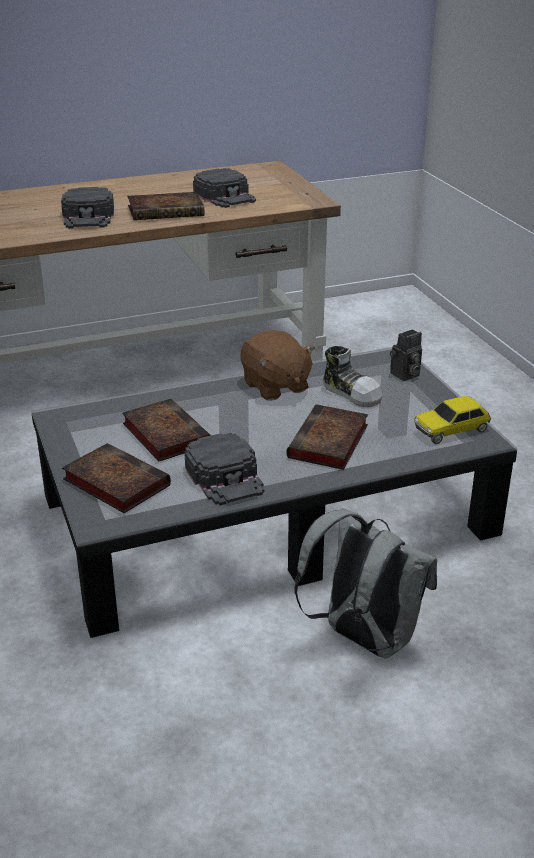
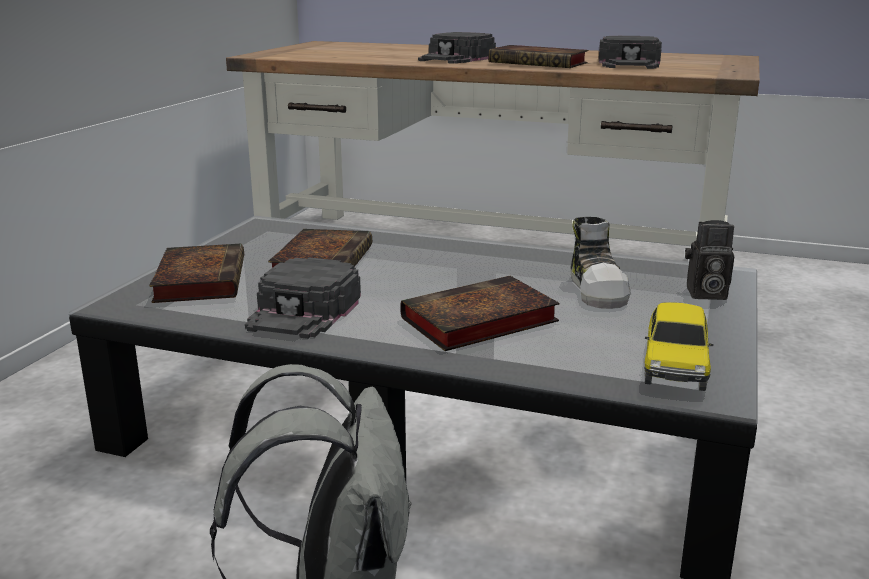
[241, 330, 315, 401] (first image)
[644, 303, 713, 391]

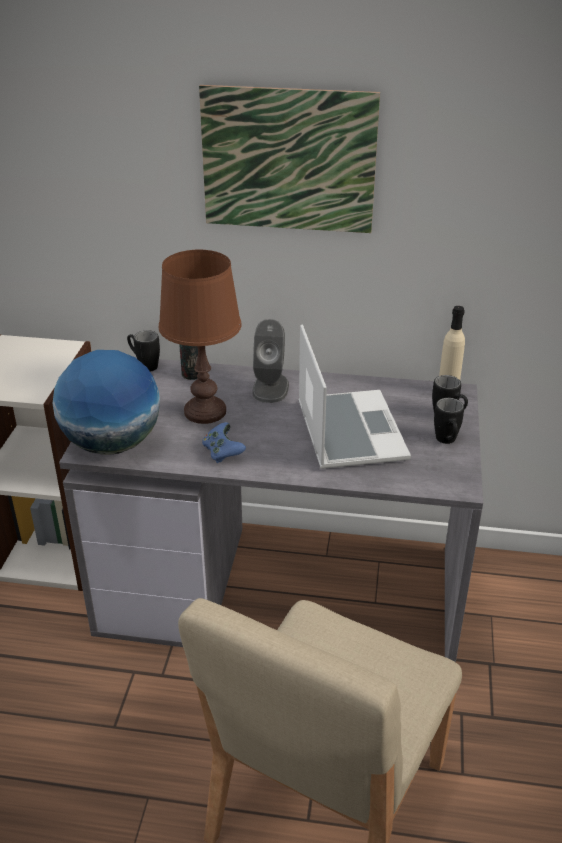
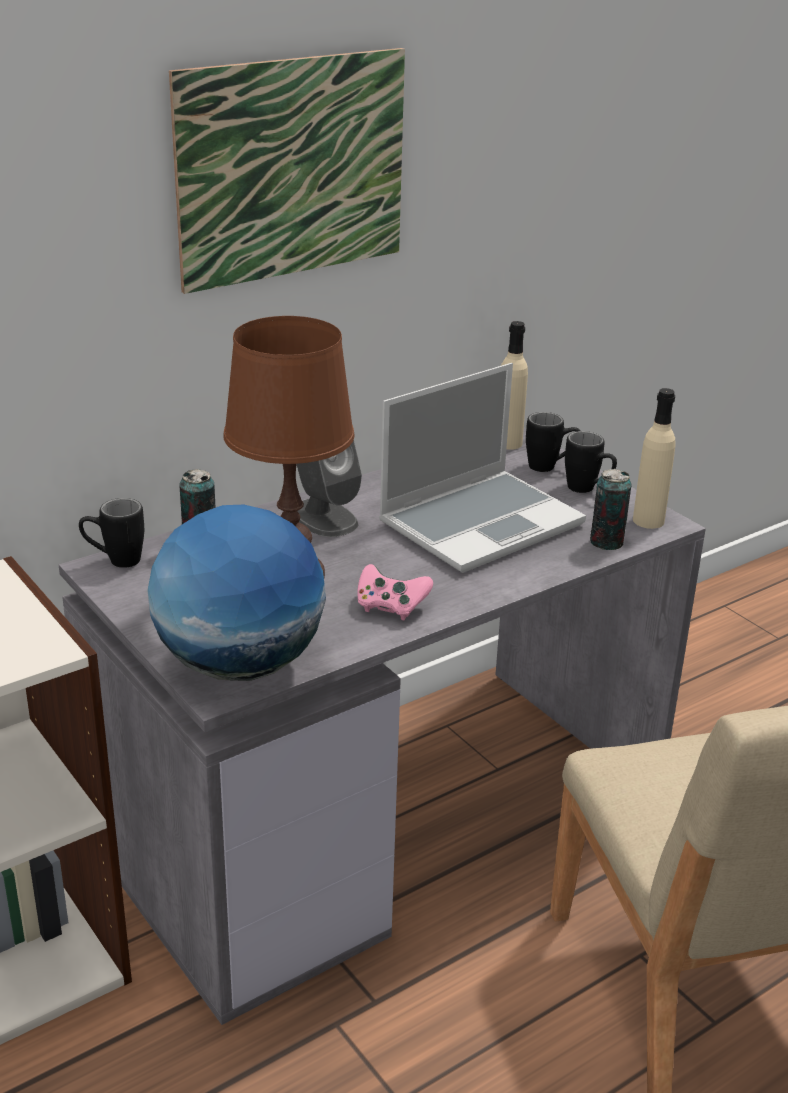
[590, 469, 632, 550]
[633, 388, 675, 529]
[358, 564, 433, 621]
[379, 363, 586, 573]

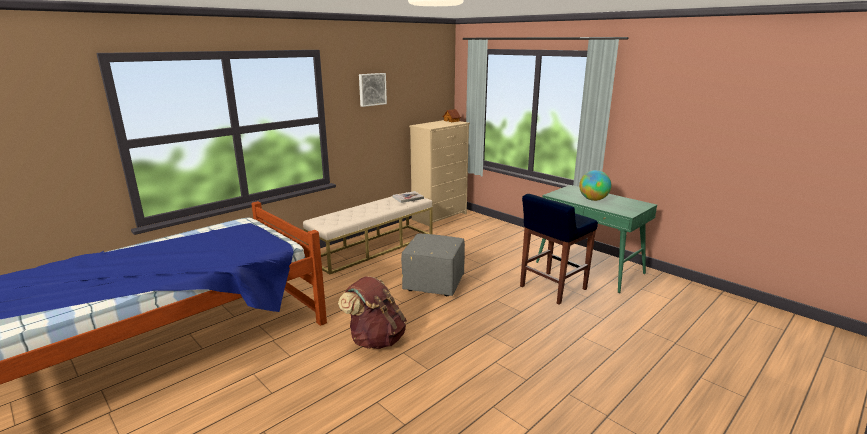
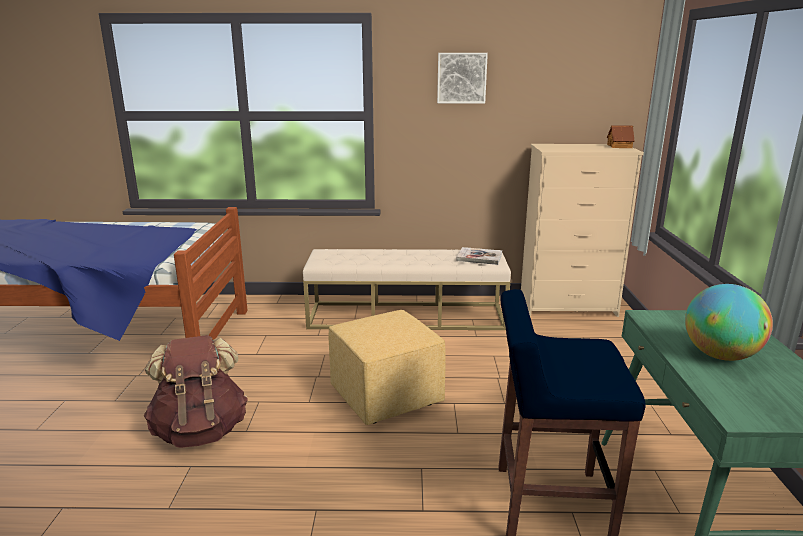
[328, 310, 446, 425]

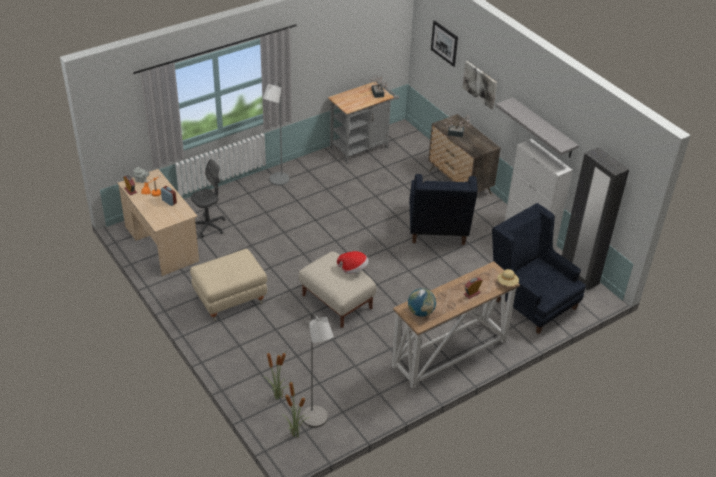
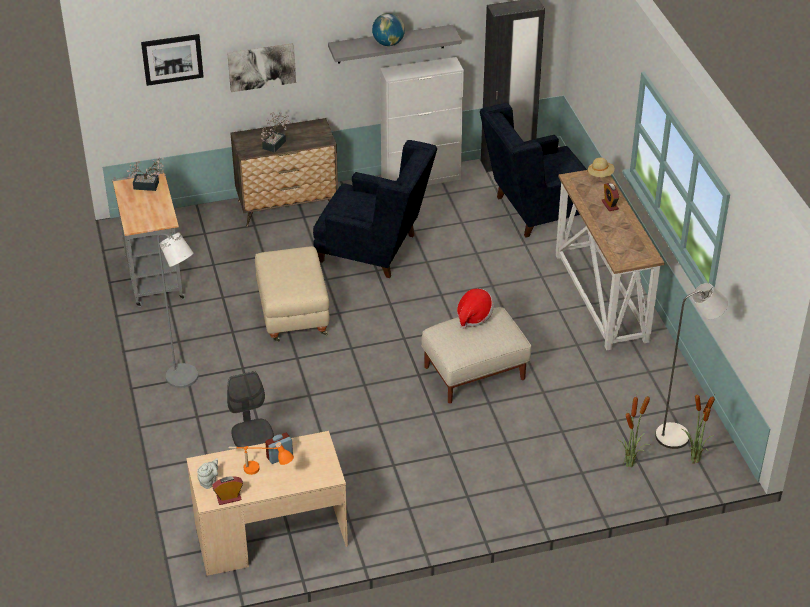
[255, 246, 329, 342]
[372, 13, 405, 46]

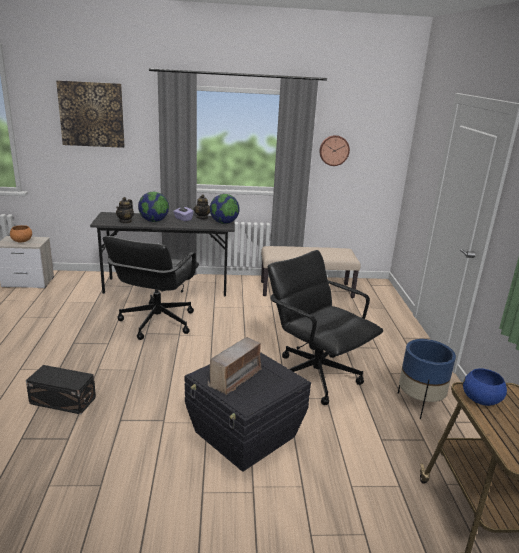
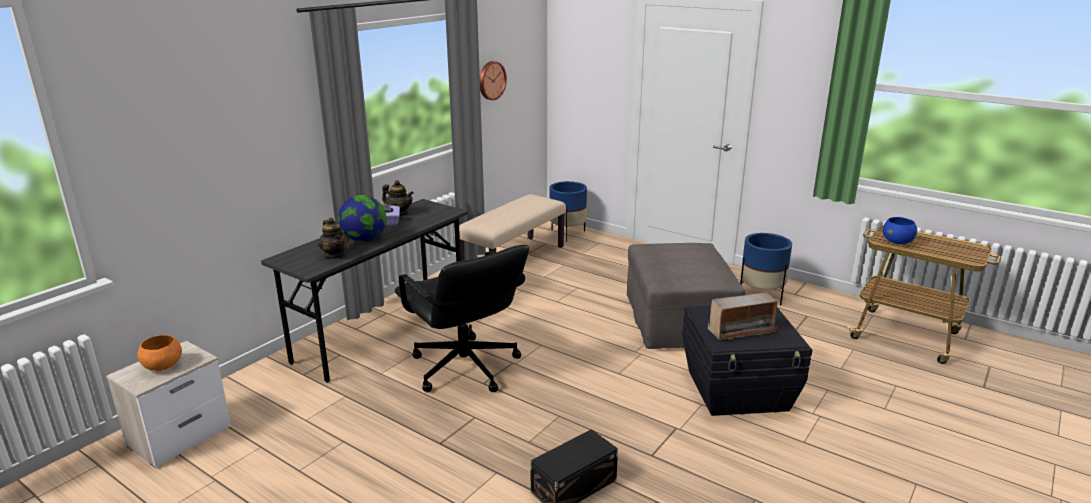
[56, 80, 125, 148] (first image)
[210, 194, 240, 224] (first image)
[549, 181, 587, 242]
[627, 243, 745, 349]
[707, 293, 777, 340]

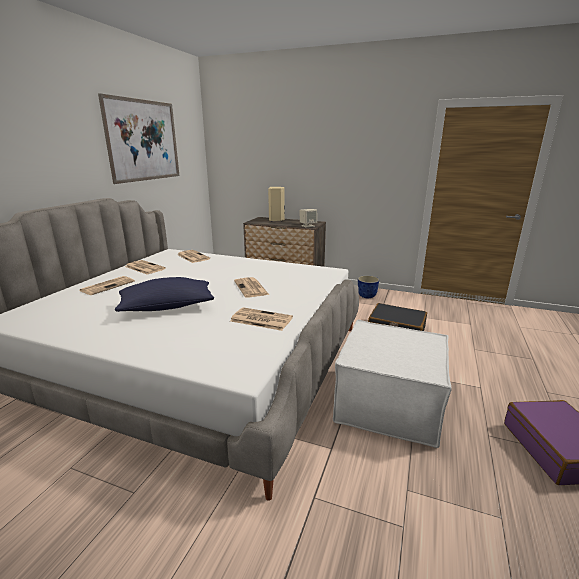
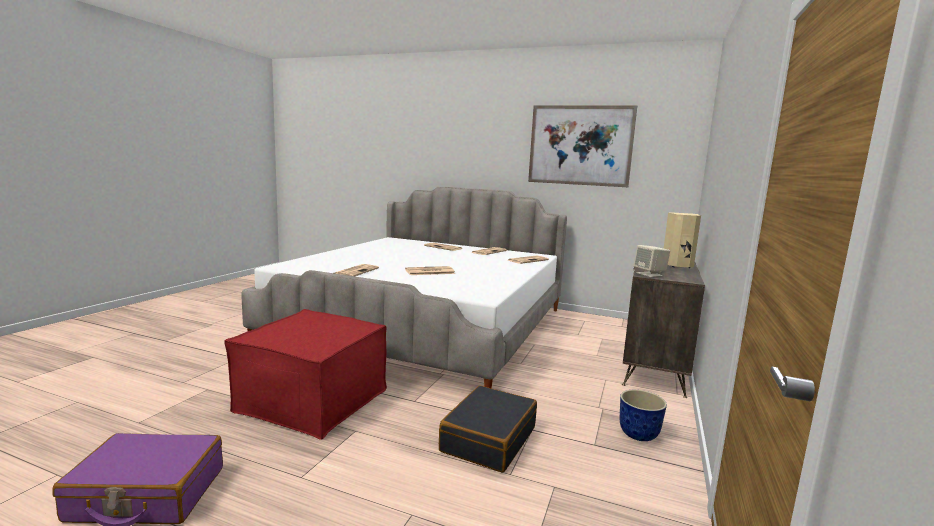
[115, 277, 214, 312] (first image)
[224, 309, 387, 440]

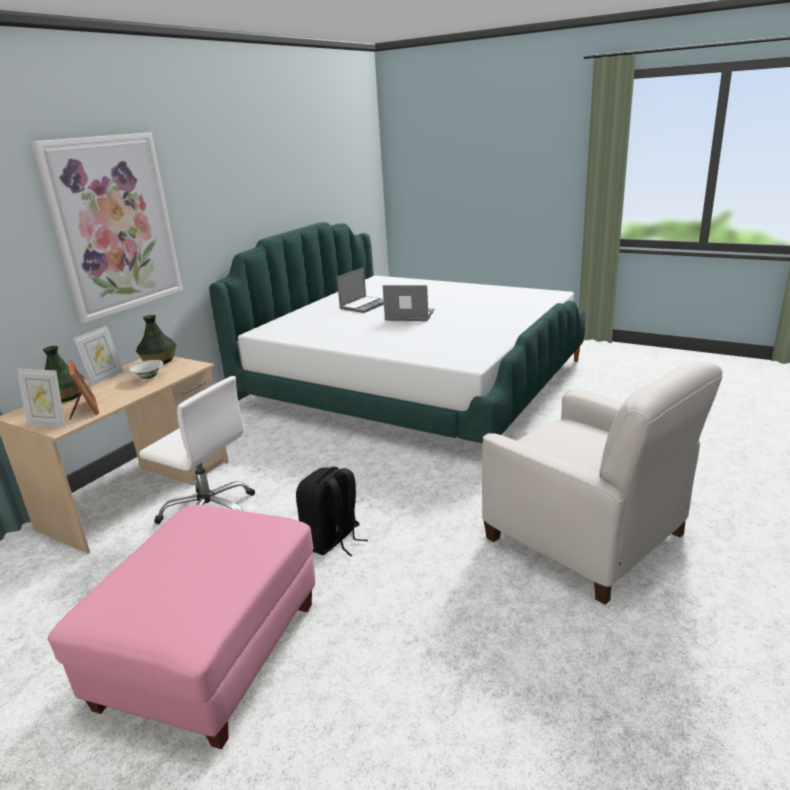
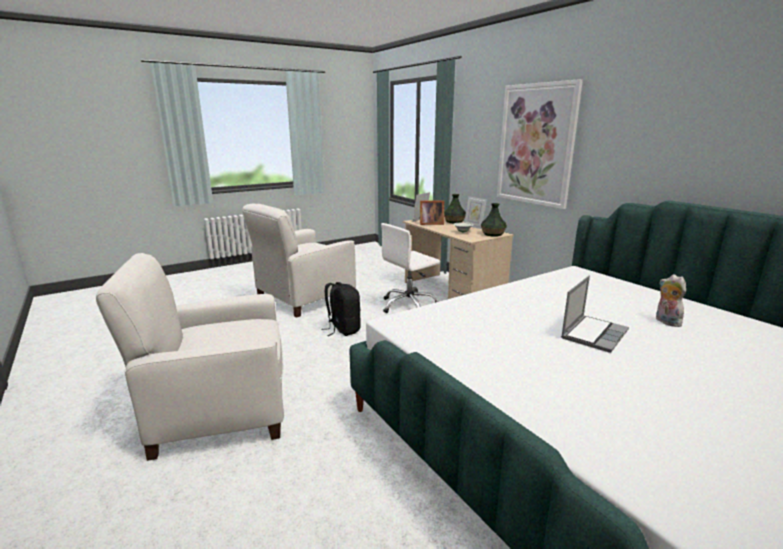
[242, 204, 356, 318]
[656, 274, 686, 327]

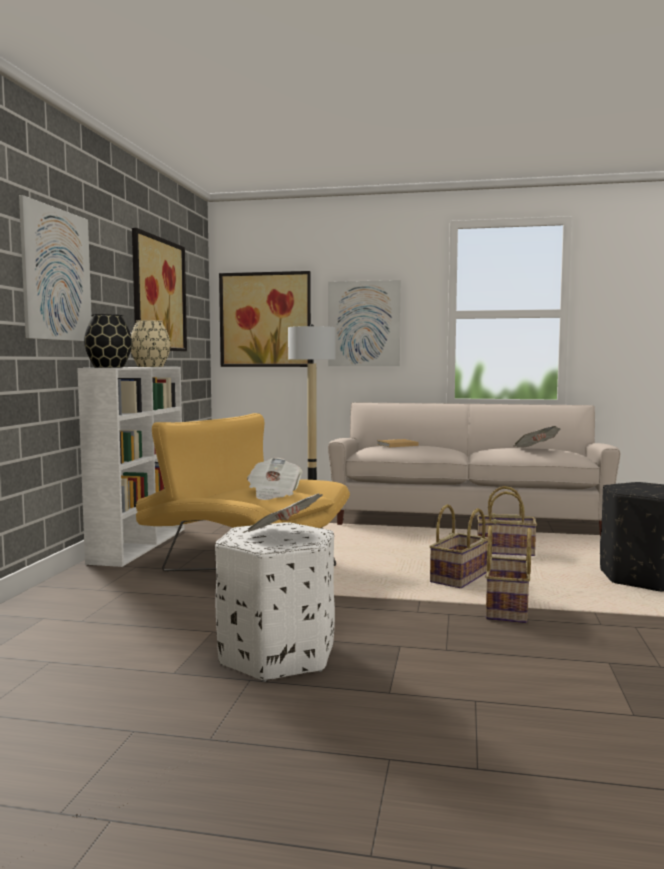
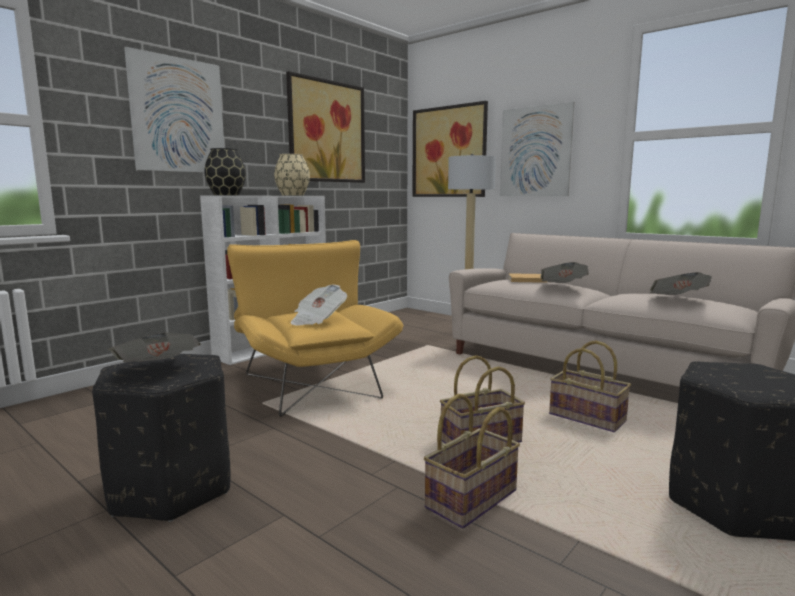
[541, 262, 589, 283]
[92, 354, 230, 522]

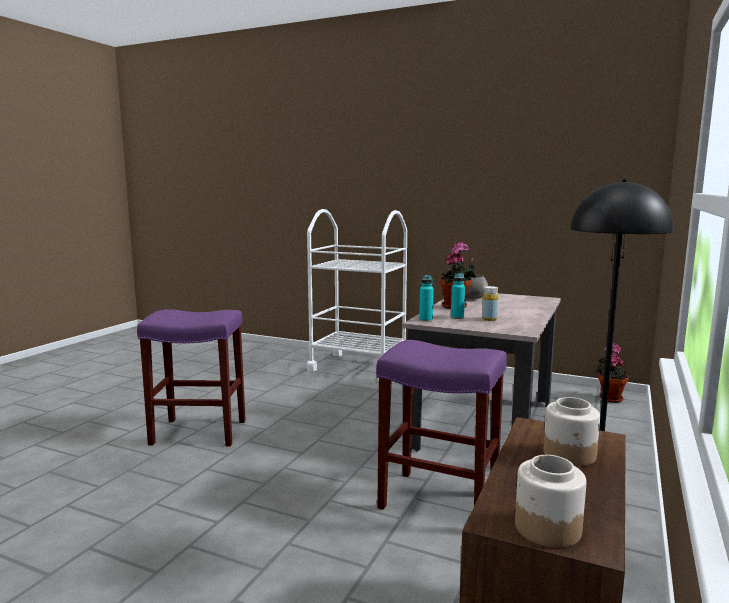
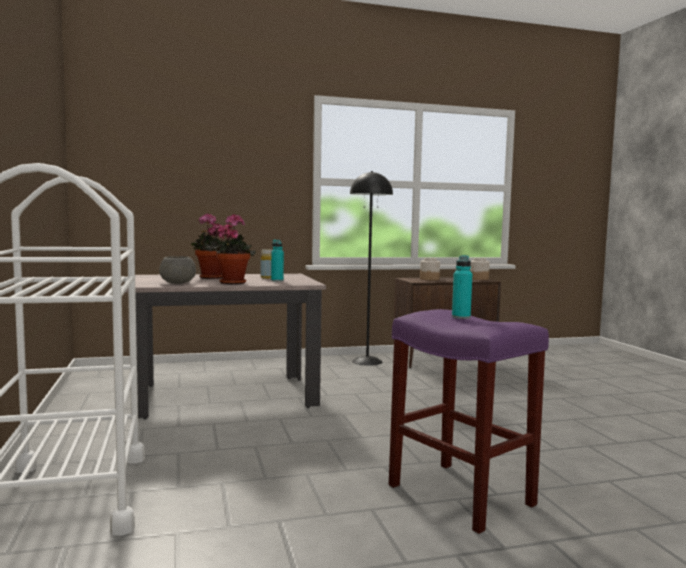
[376, 340, 507, 510] (first image)
[452, 255, 472, 319]
[191, 213, 223, 279]

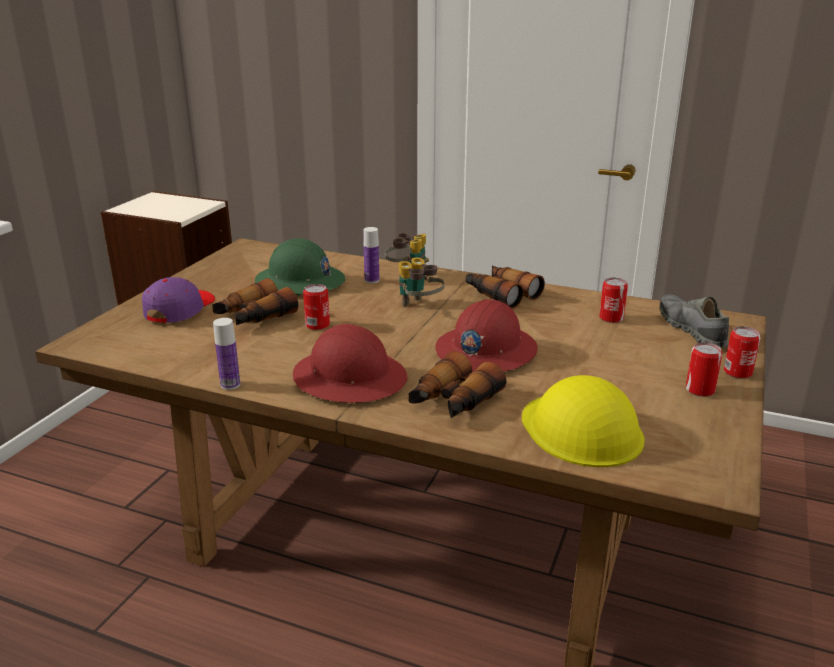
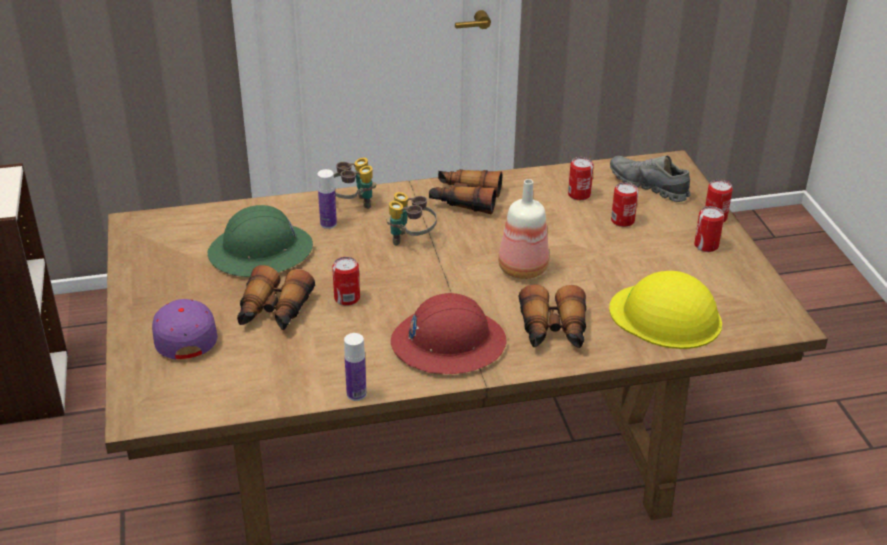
[611, 182, 638, 227]
[498, 179, 549, 279]

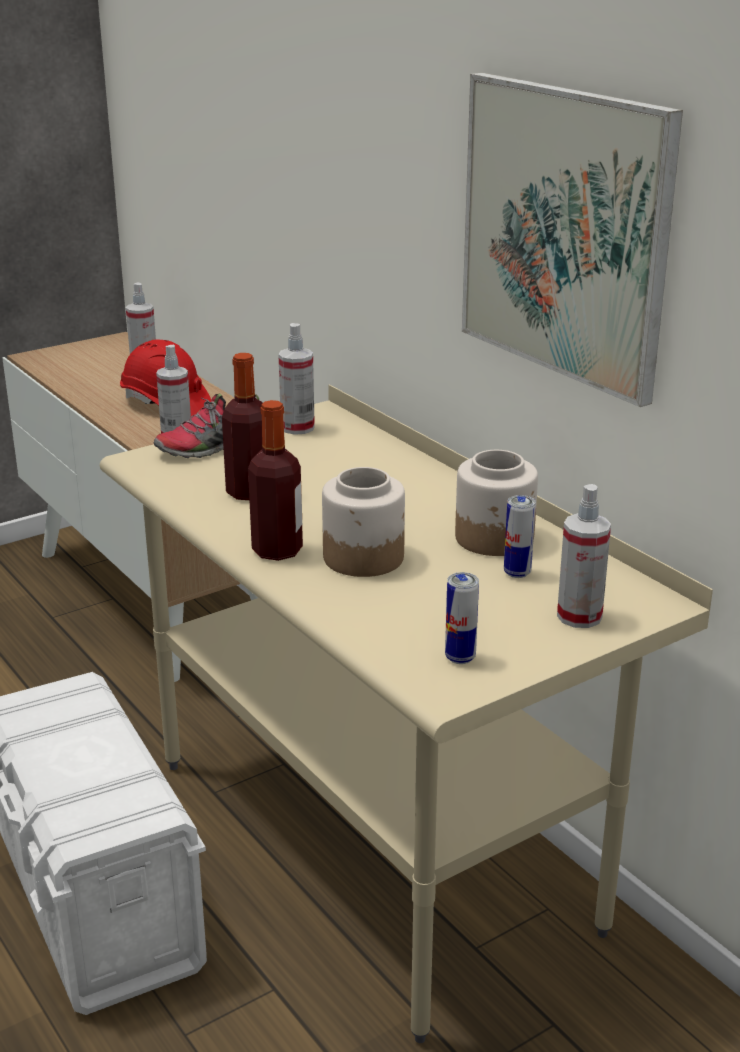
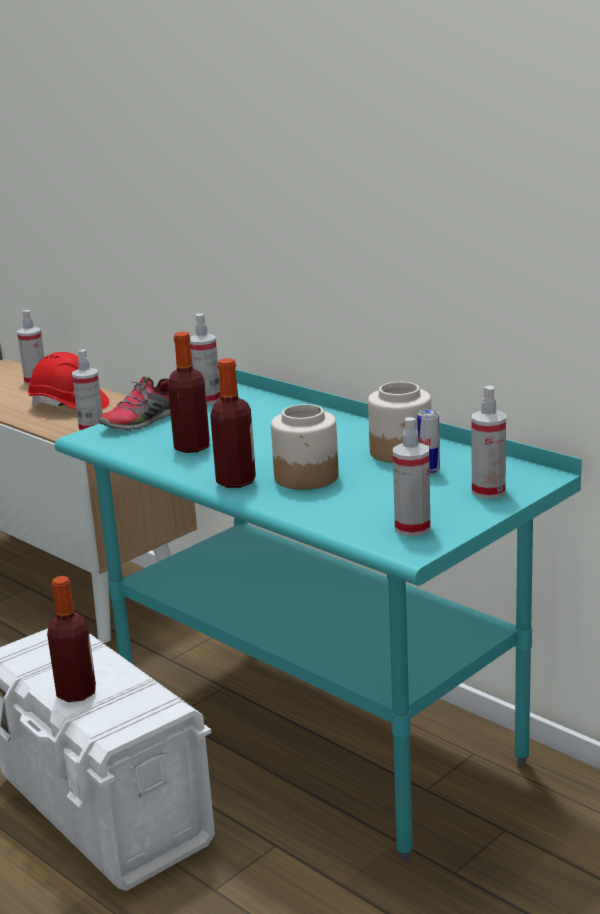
[462, 73, 683, 407] (first image)
[47, 576, 96, 702]
[393, 417, 430, 536]
[54, 369, 582, 861]

